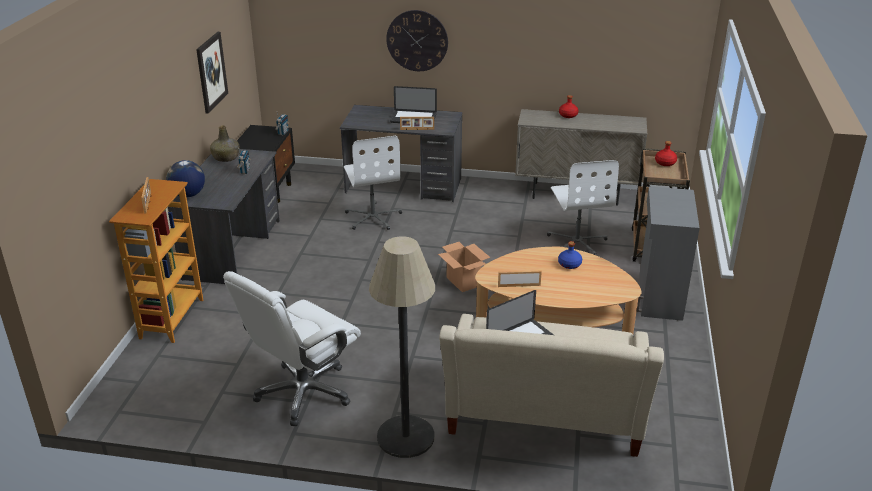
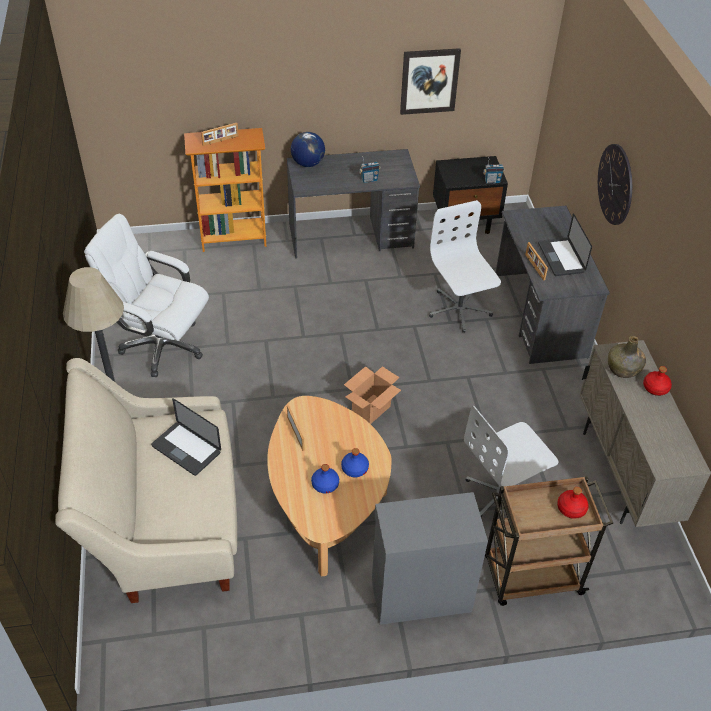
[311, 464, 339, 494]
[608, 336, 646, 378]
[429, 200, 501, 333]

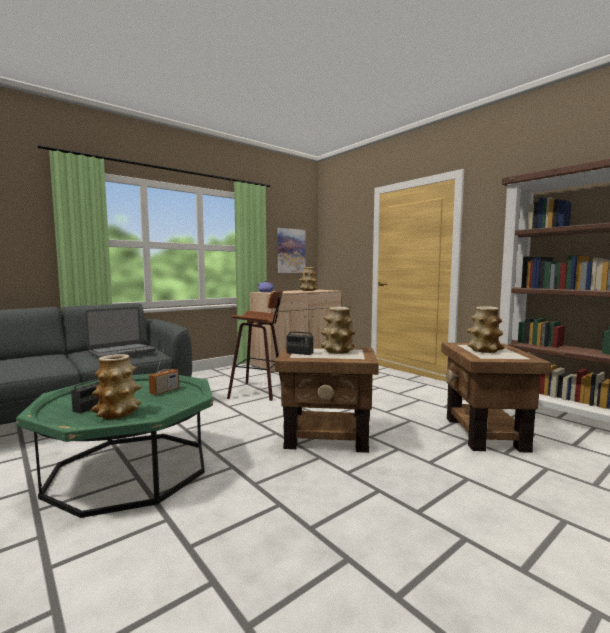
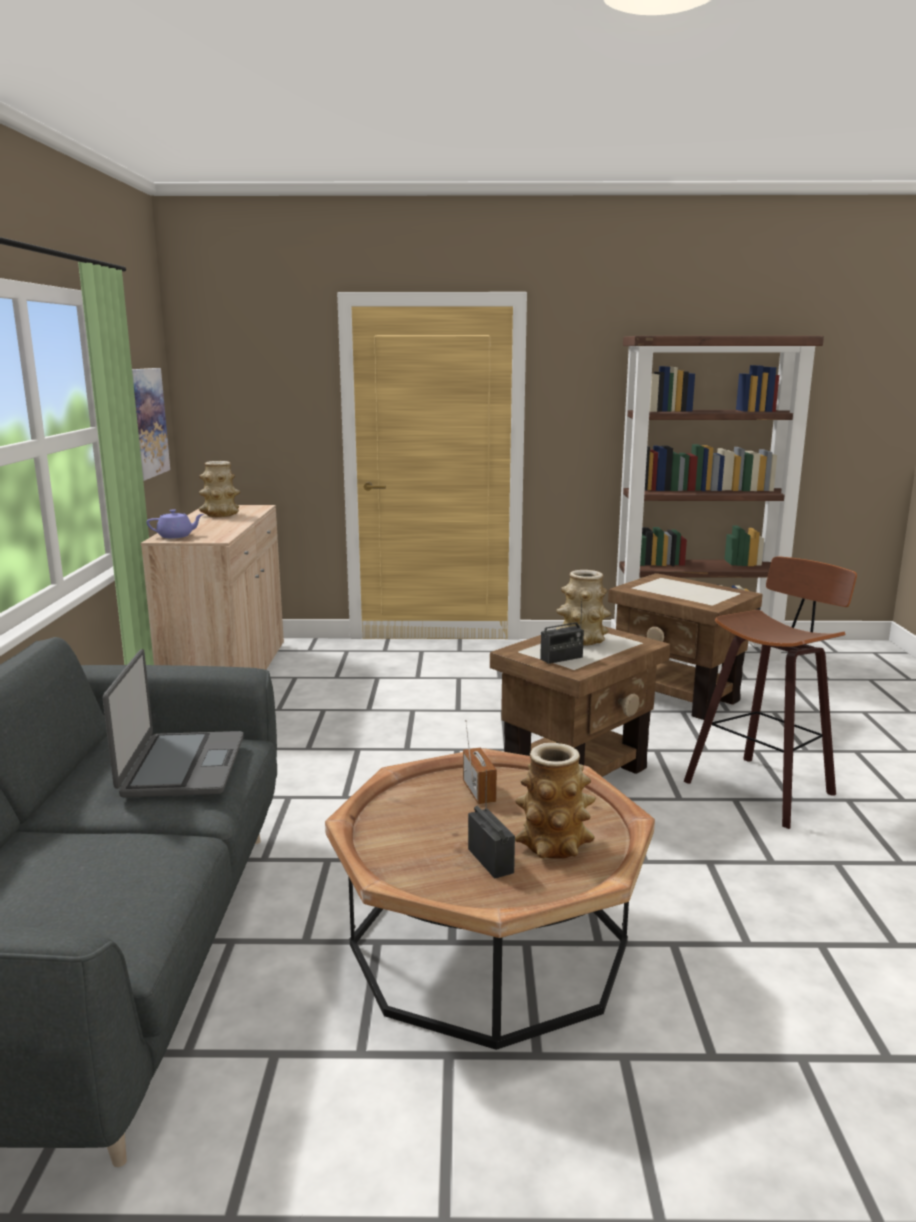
[467, 307, 505, 353] (first image)
[684, 556, 857, 829]
[325, 748, 655, 1050]

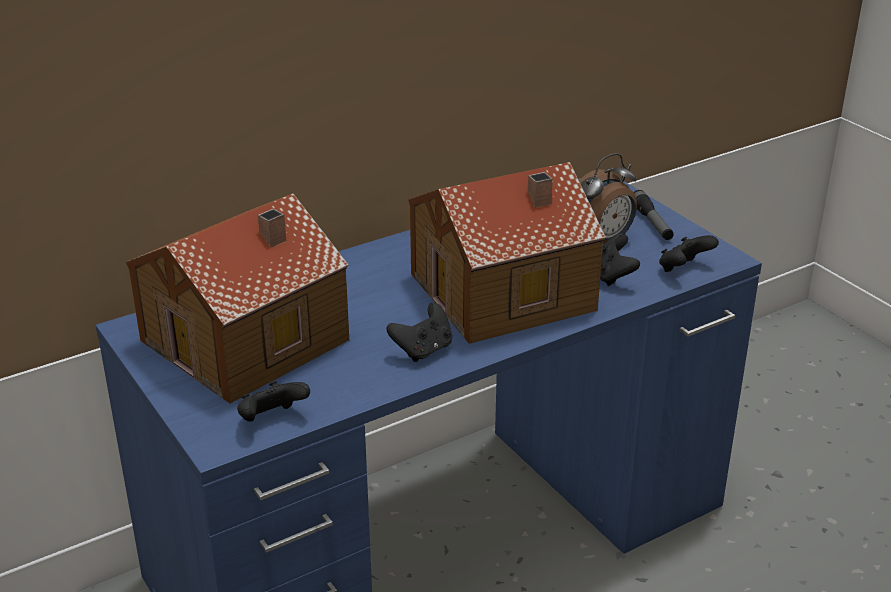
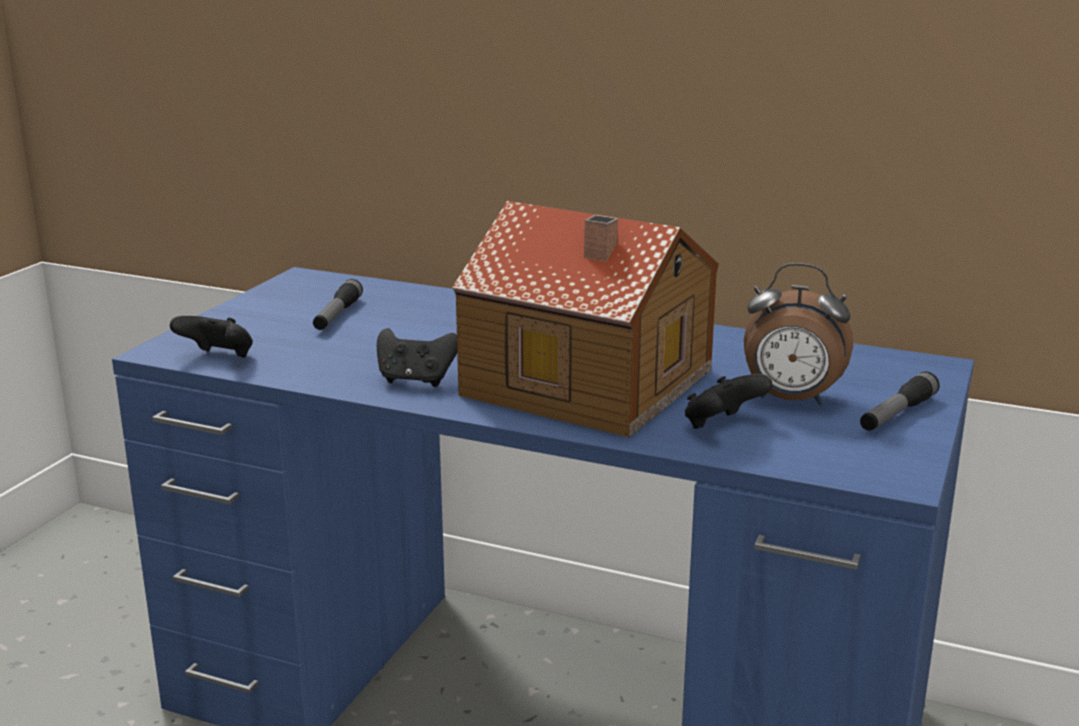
[659, 235, 719, 272] (first image)
[313, 279, 363, 330]

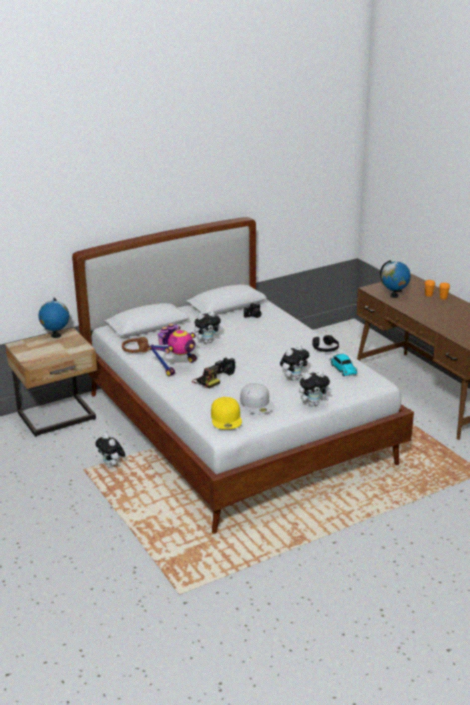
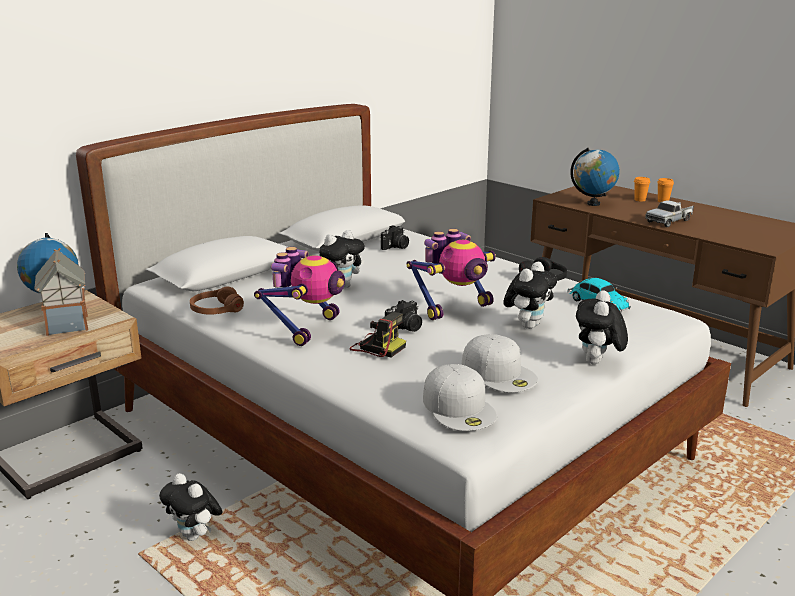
[34, 248, 88, 336]
[407, 229, 496, 320]
[645, 200, 694, 227]
[423, 364, 497, 431]
[576, 290, 628, 364]

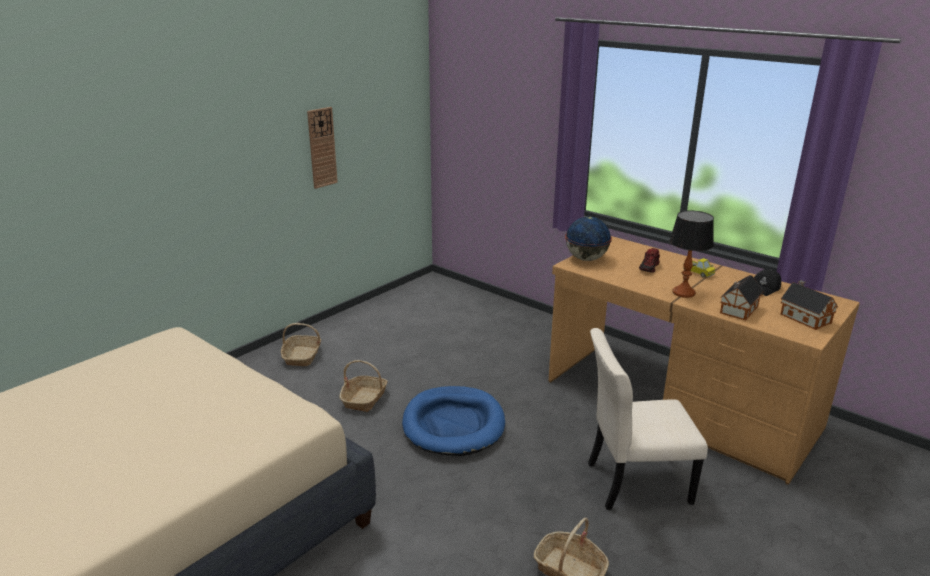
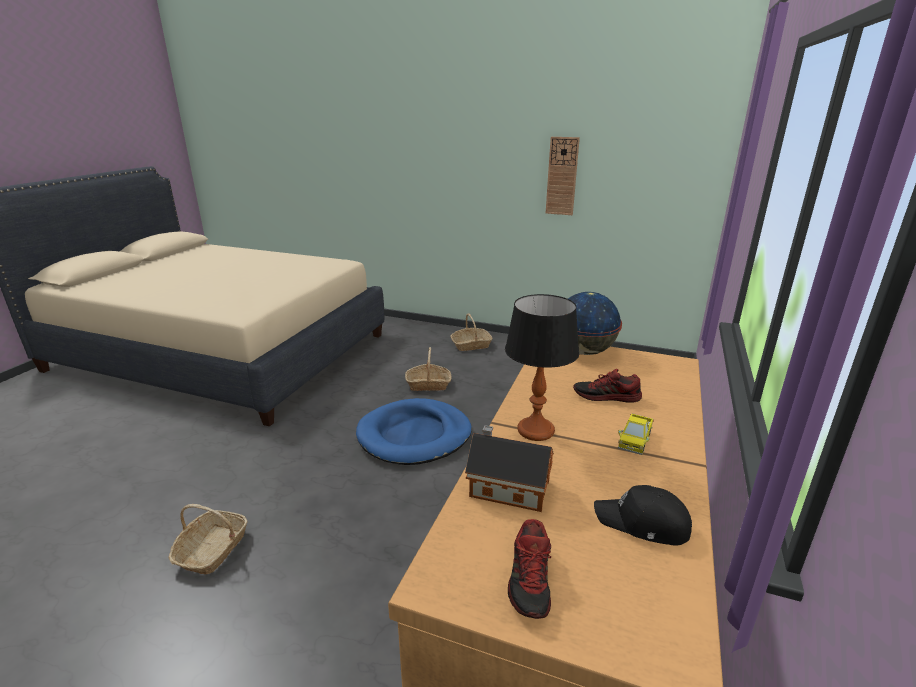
[588, 328, 708, 510] (first image)
[508, 519, 551, 619]

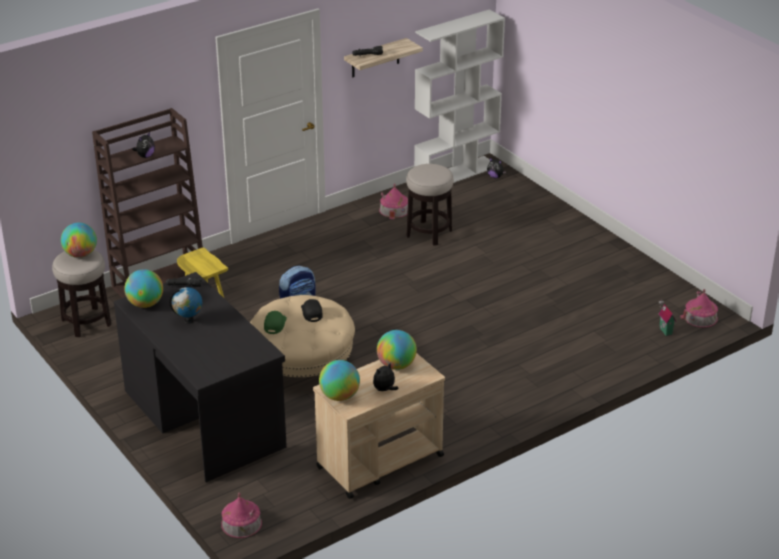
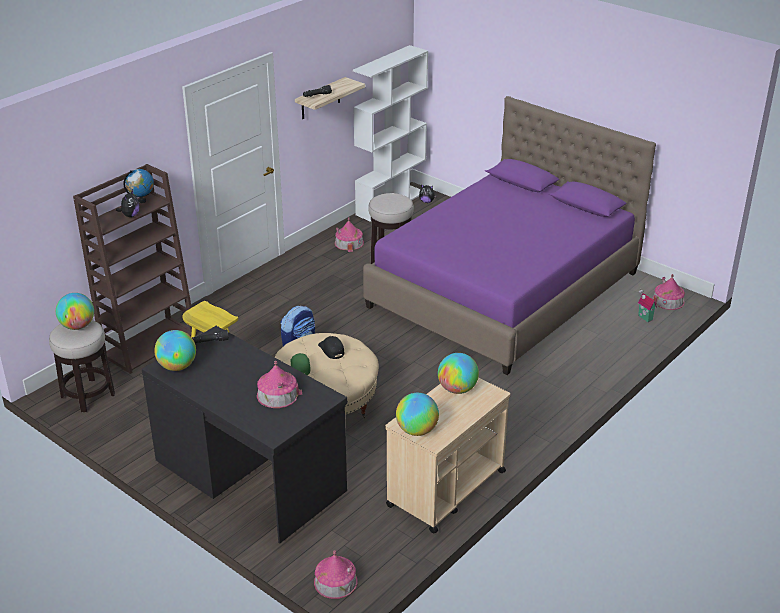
[373, 363, 399, 391] (first image)
[257, 361, 302, 408]
[363, 96, 656, 375]
[123, 169, 154, 203]

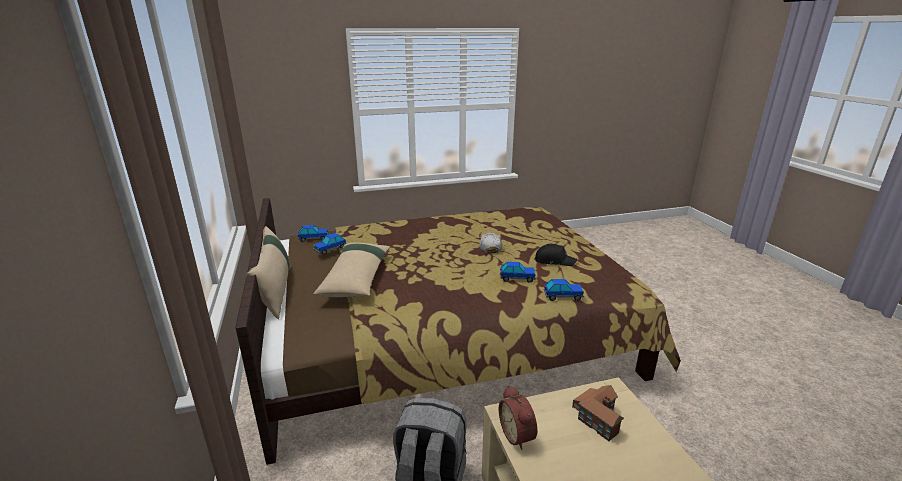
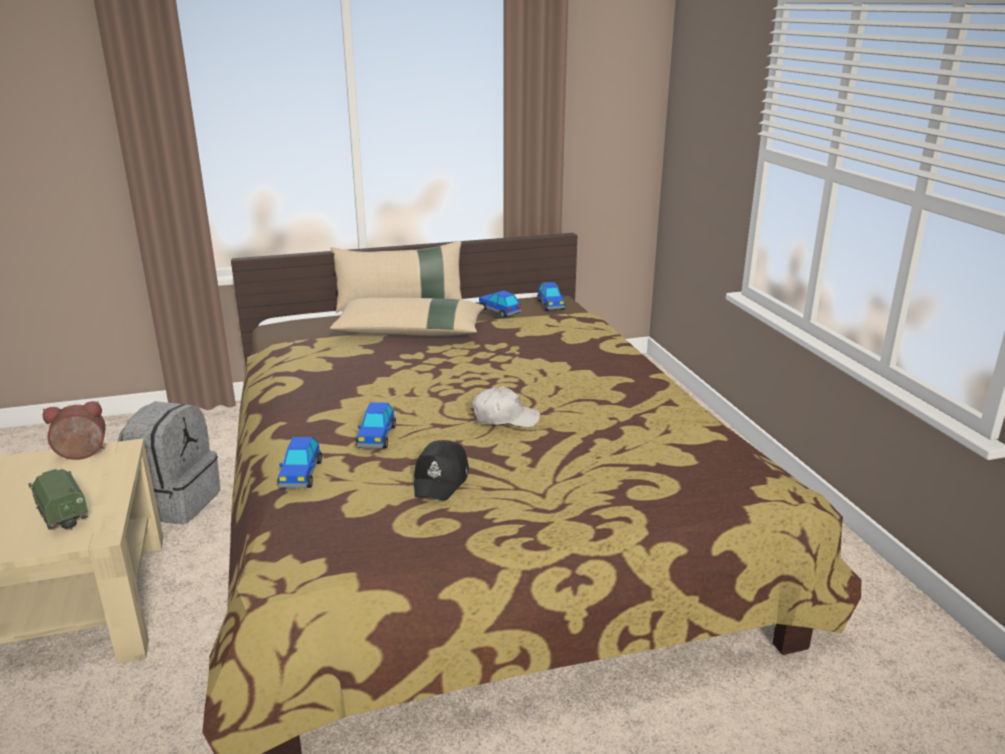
[28, 469, 89, 530]

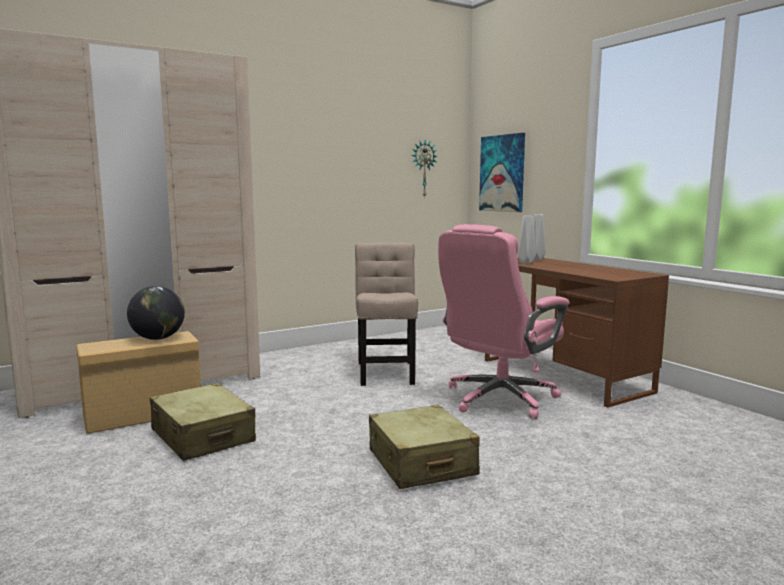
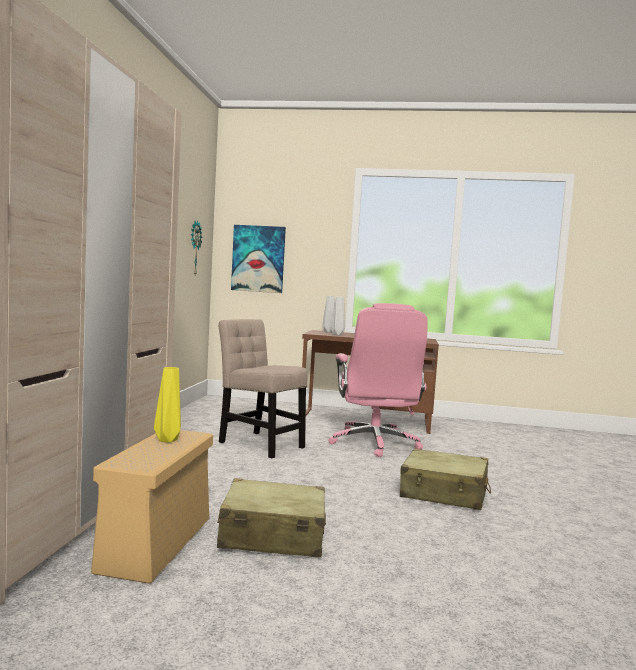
[154, 367, 181, 443]

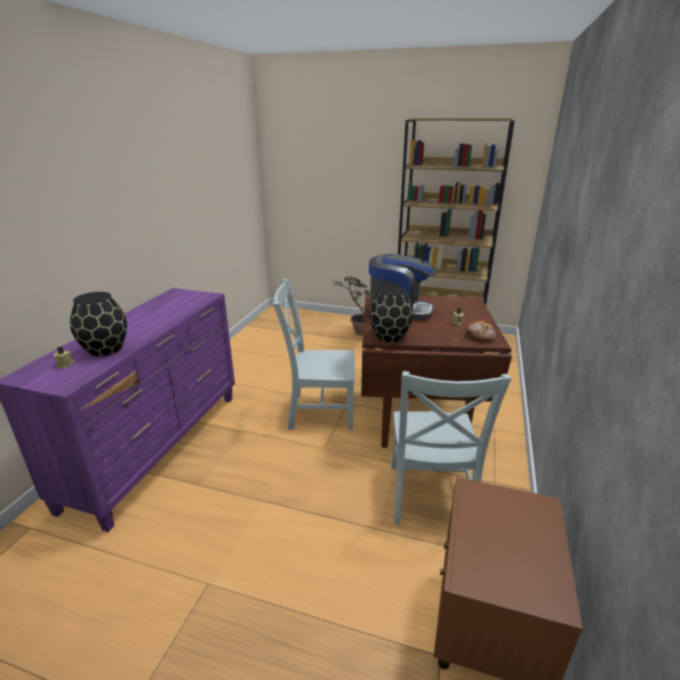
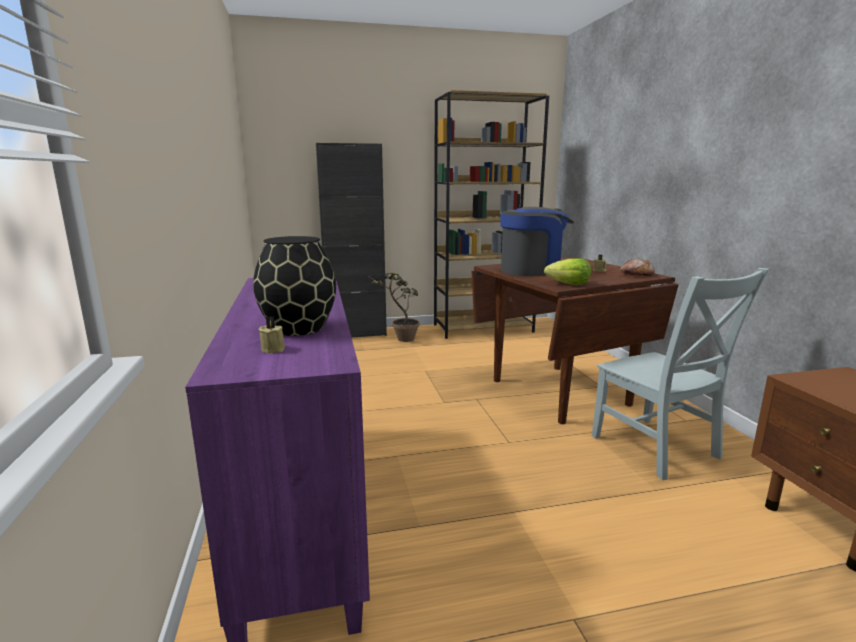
[273, 279, 355, 430] (first image)
[316, 143, 387, 338]
[544, 258, 591, 285]

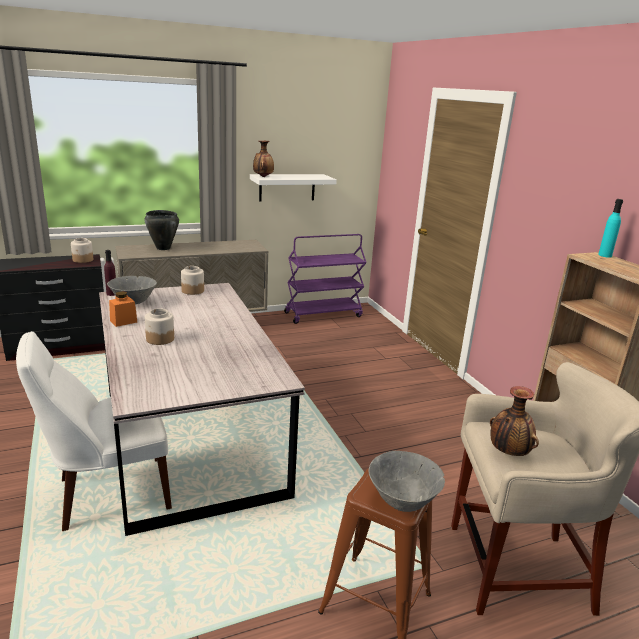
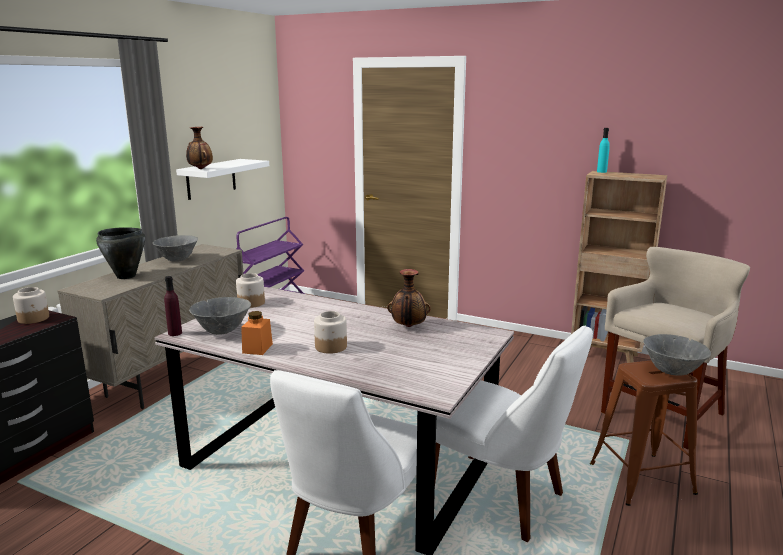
[153, 235, 198, 262]
[435, 326, 593, 542]
[387, 269, 431, 327]

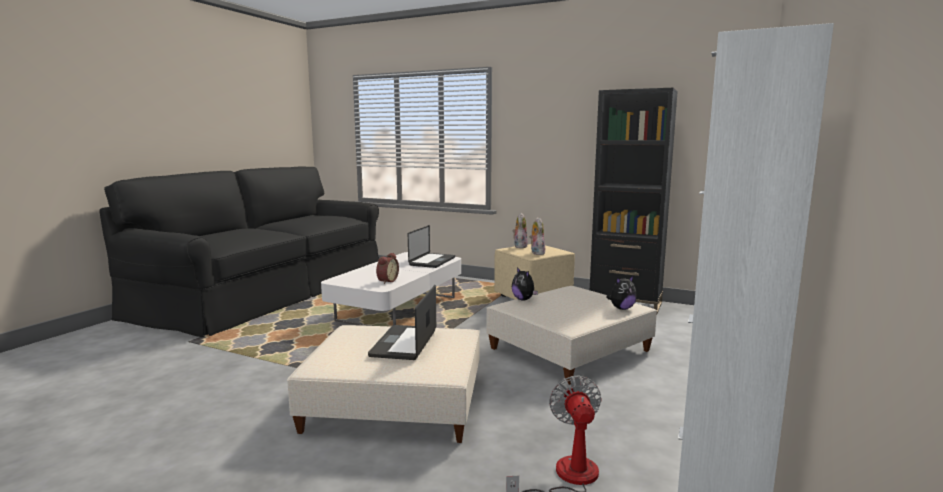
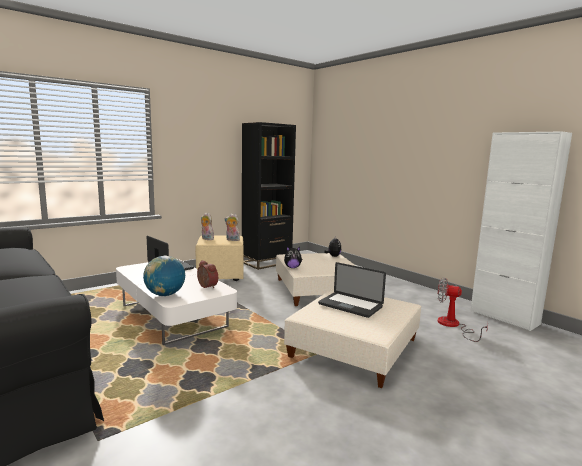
[143, 256, 185, 296]

